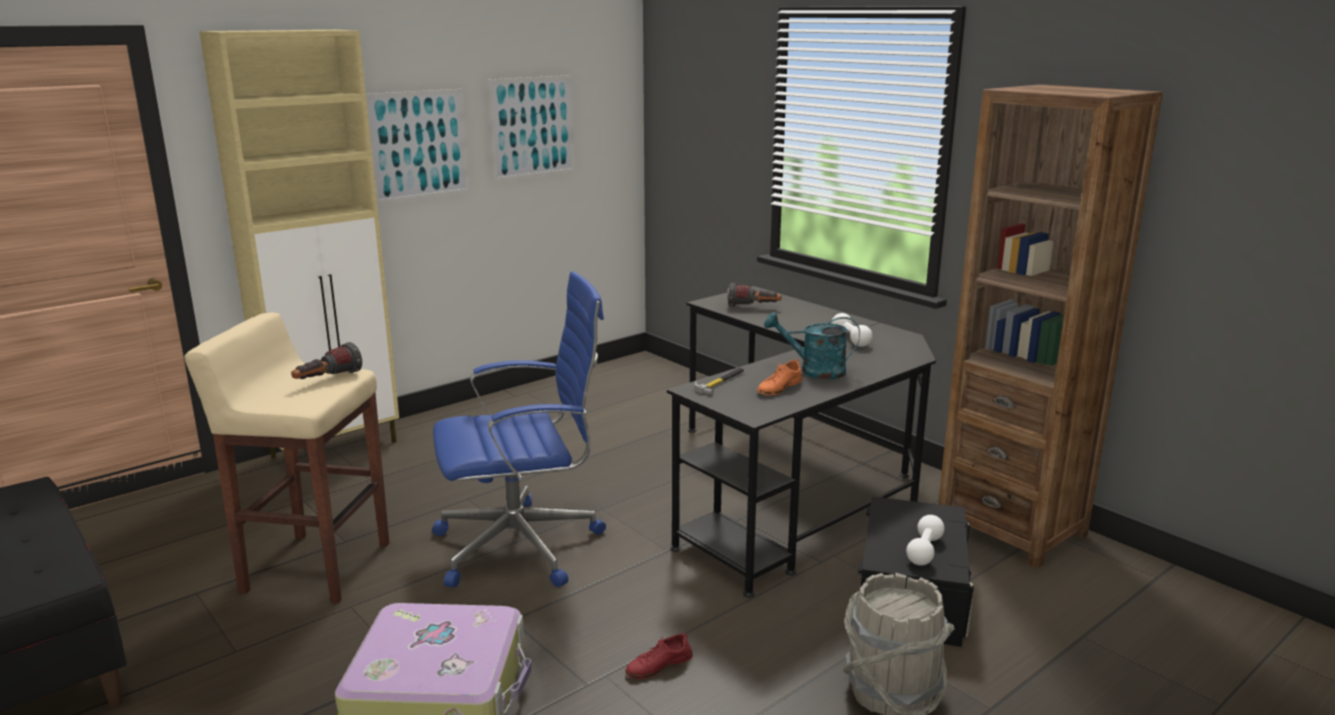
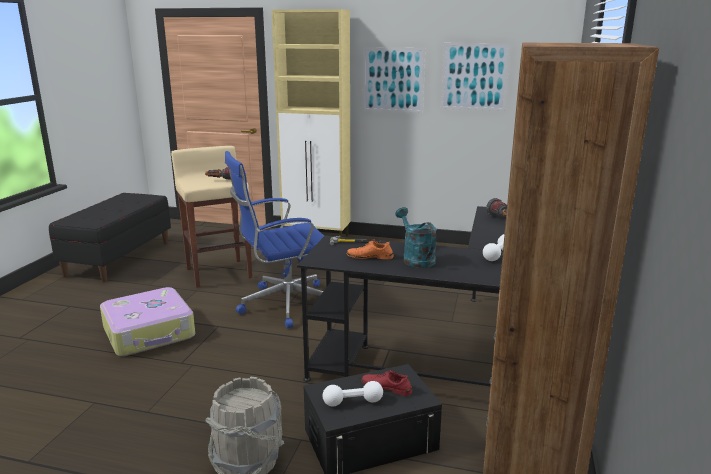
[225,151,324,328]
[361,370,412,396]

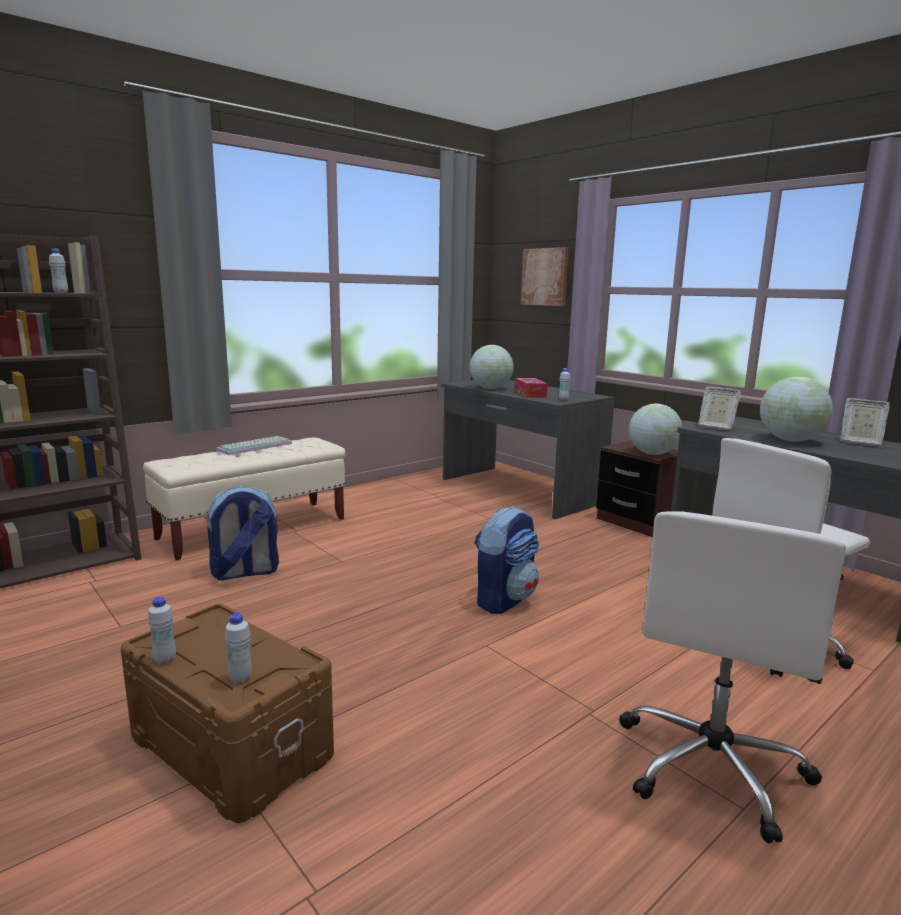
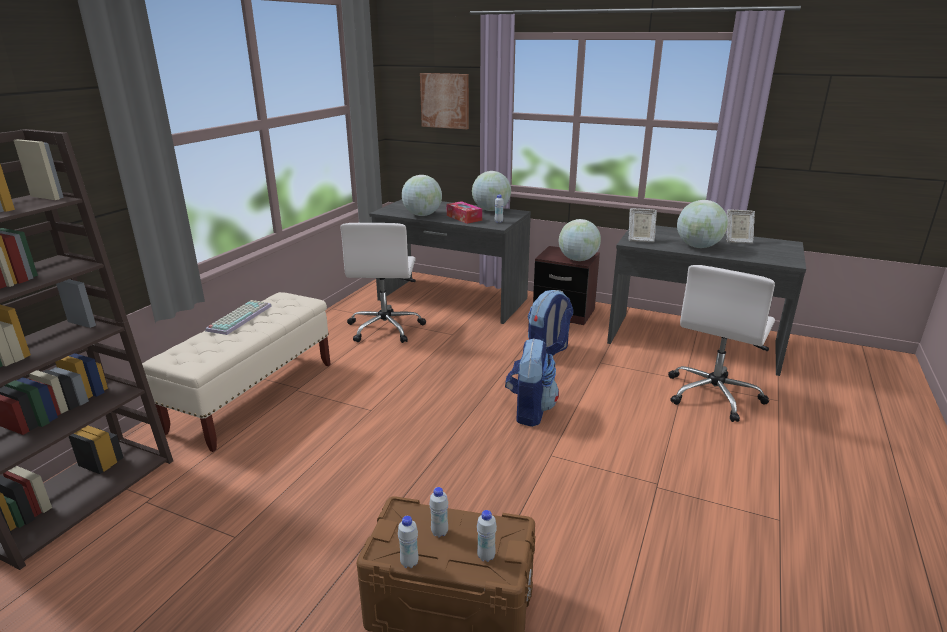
[340,223,426,343]
[429,487,448,537]
[472,171,511,211]
[528,290,573,356]

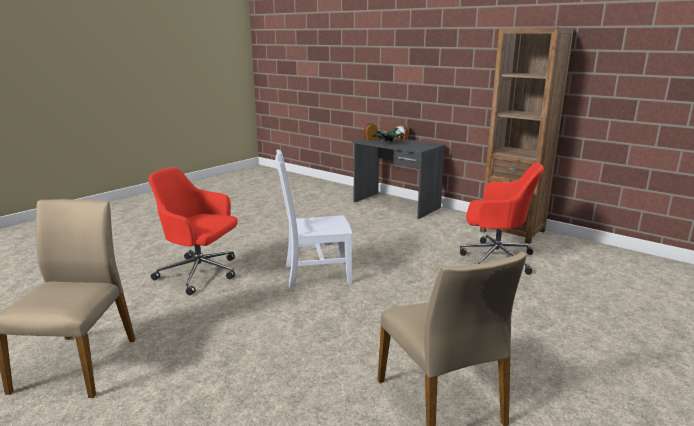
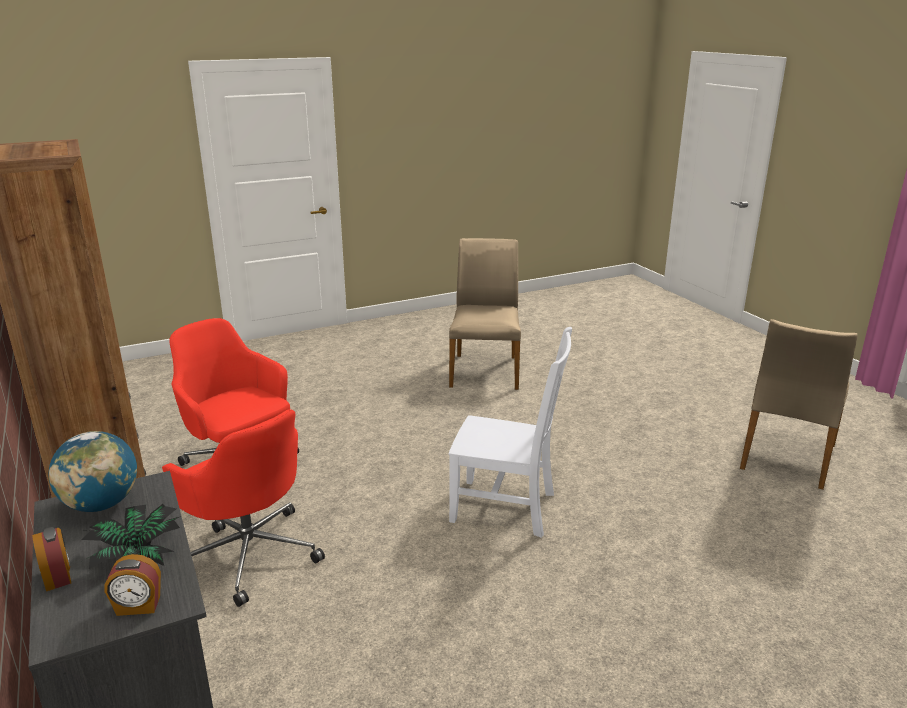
[49,431,137,512]
[162,409,325,607]

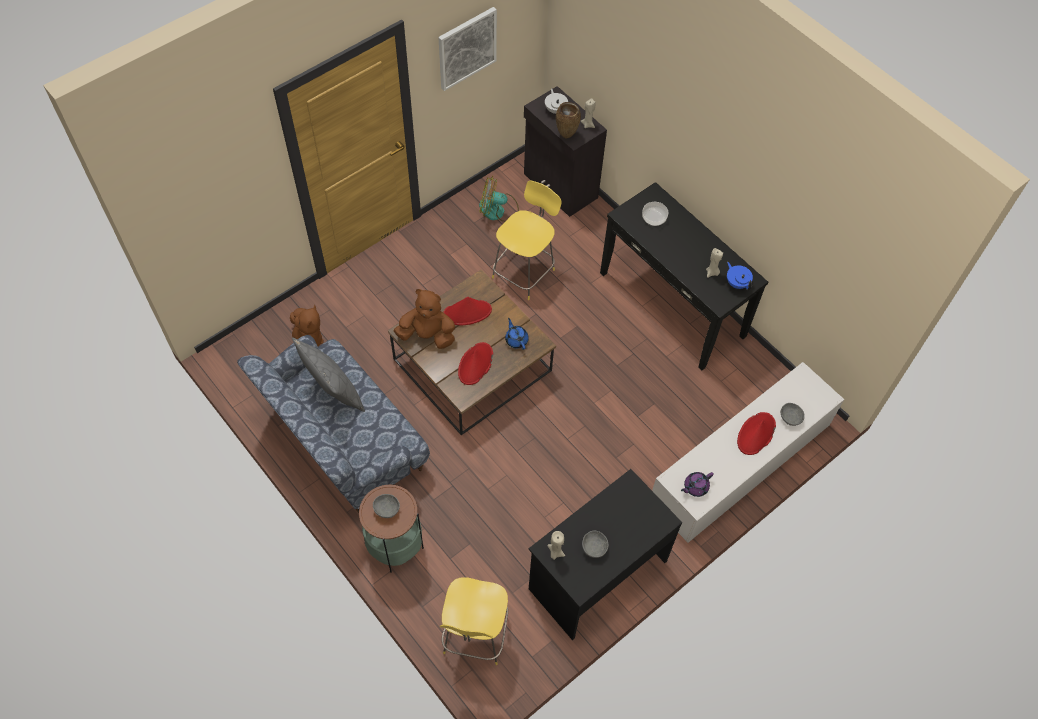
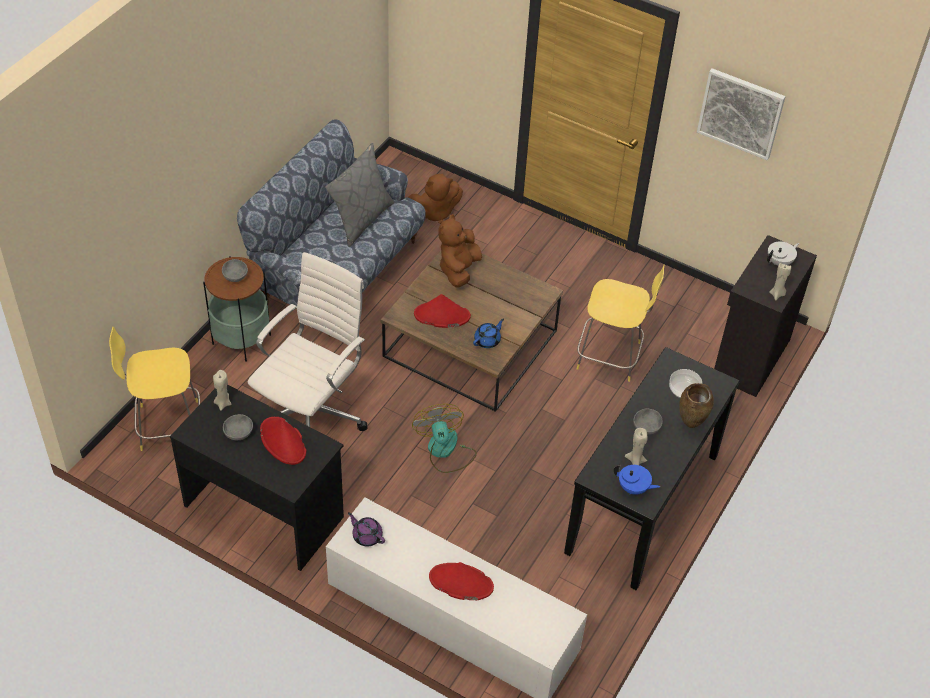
[248,252,367,431]
[260,417,306,465]
[412,404,477,473]
[438,214,482,287]
[614,464,660,495]
[633,408,663,435]
[679,383,714,428]

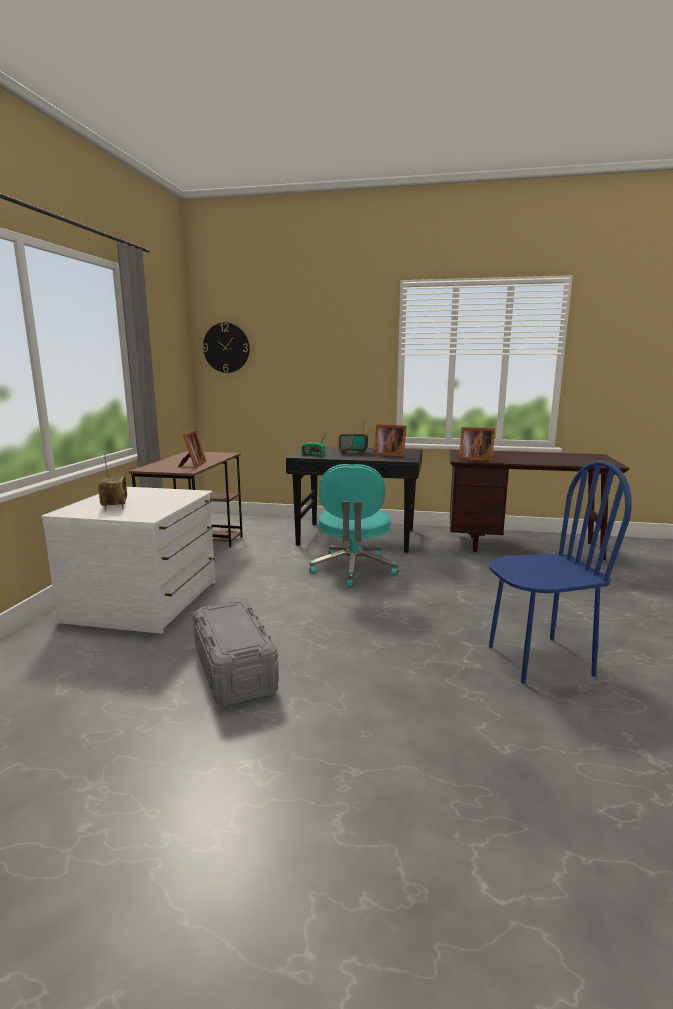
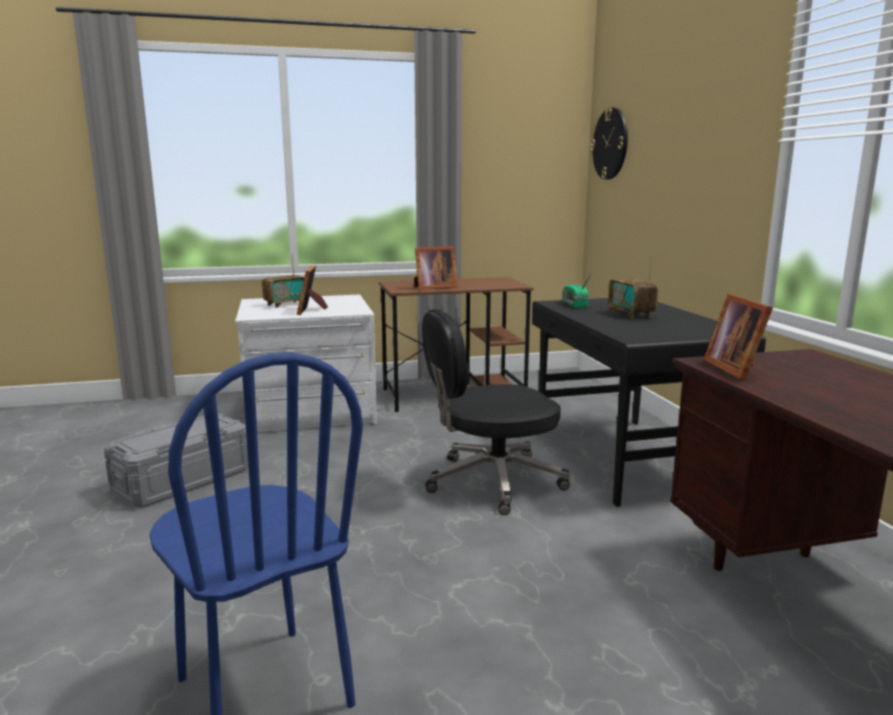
[297,265,328,315]
[422,309,570,515]

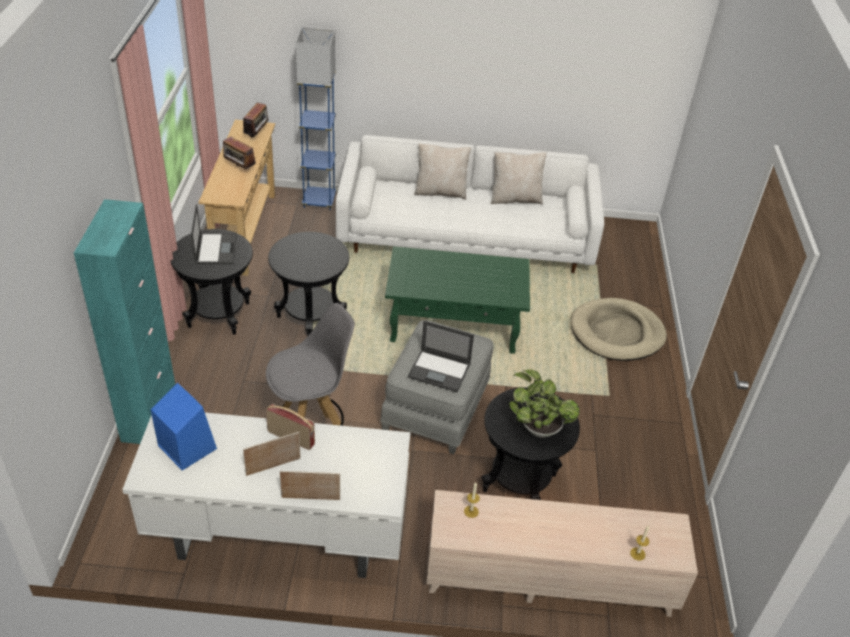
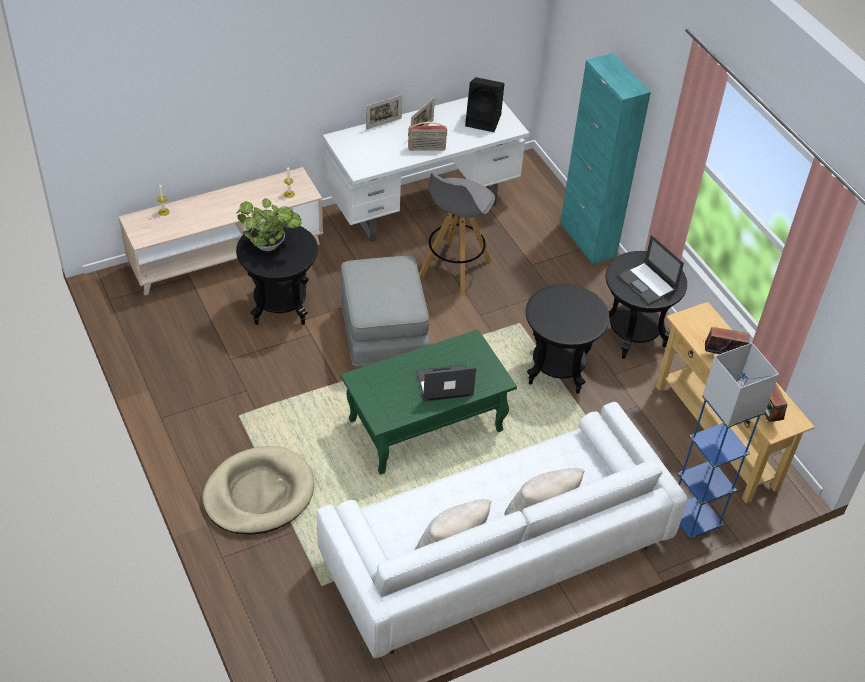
[416,364,476,402]
[465,77,504,132]

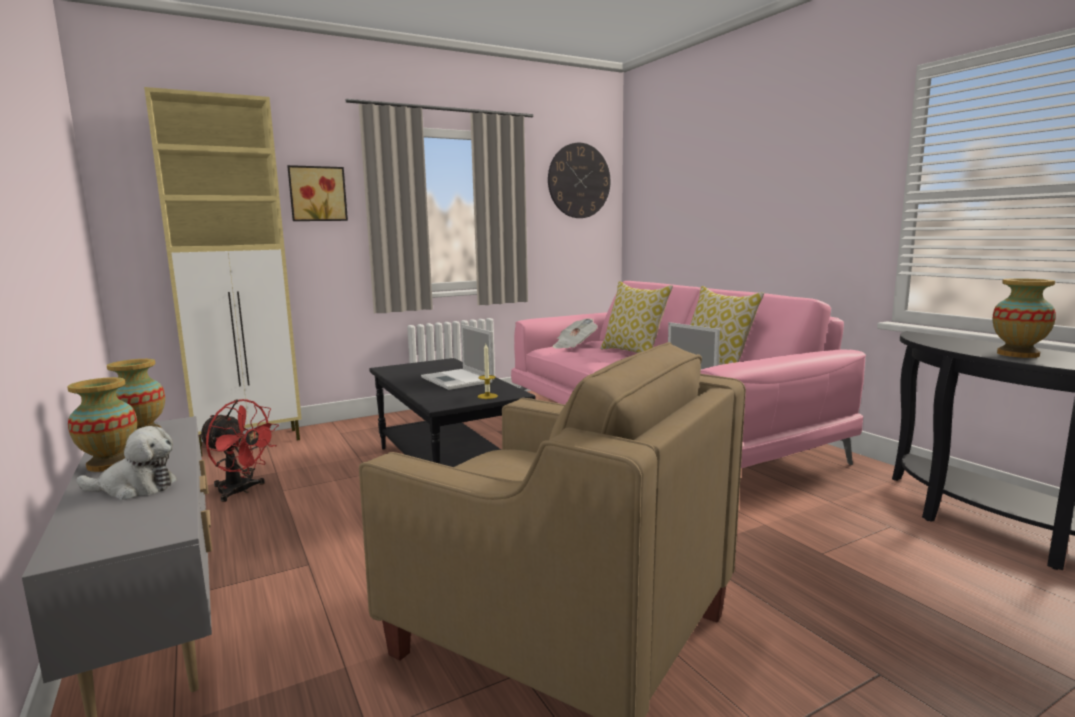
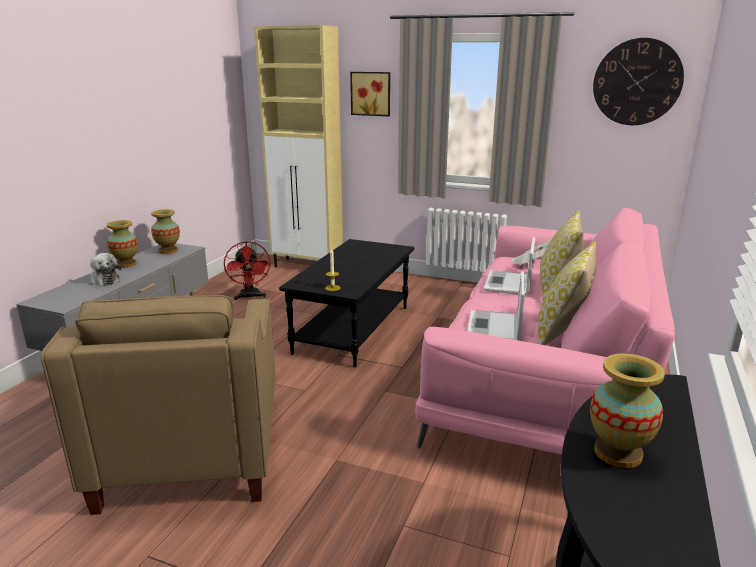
[484,237,535,295]

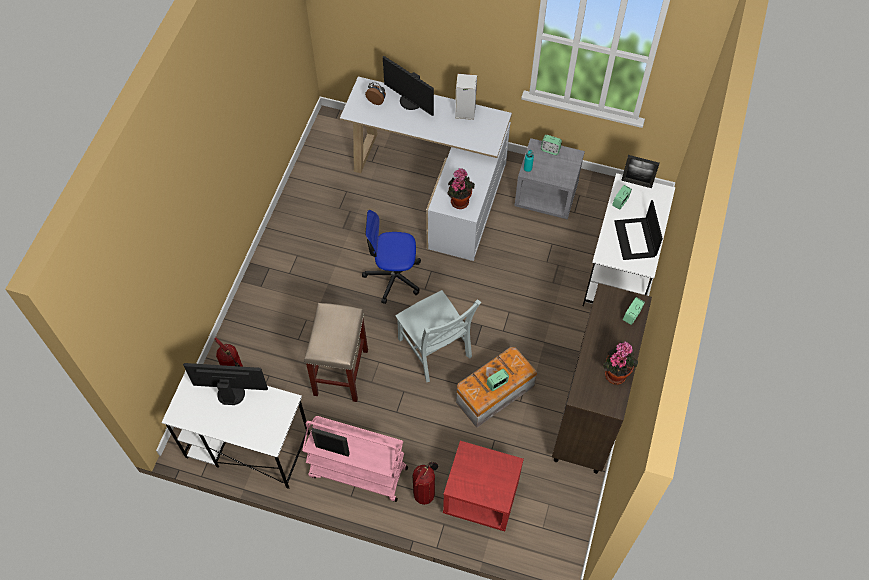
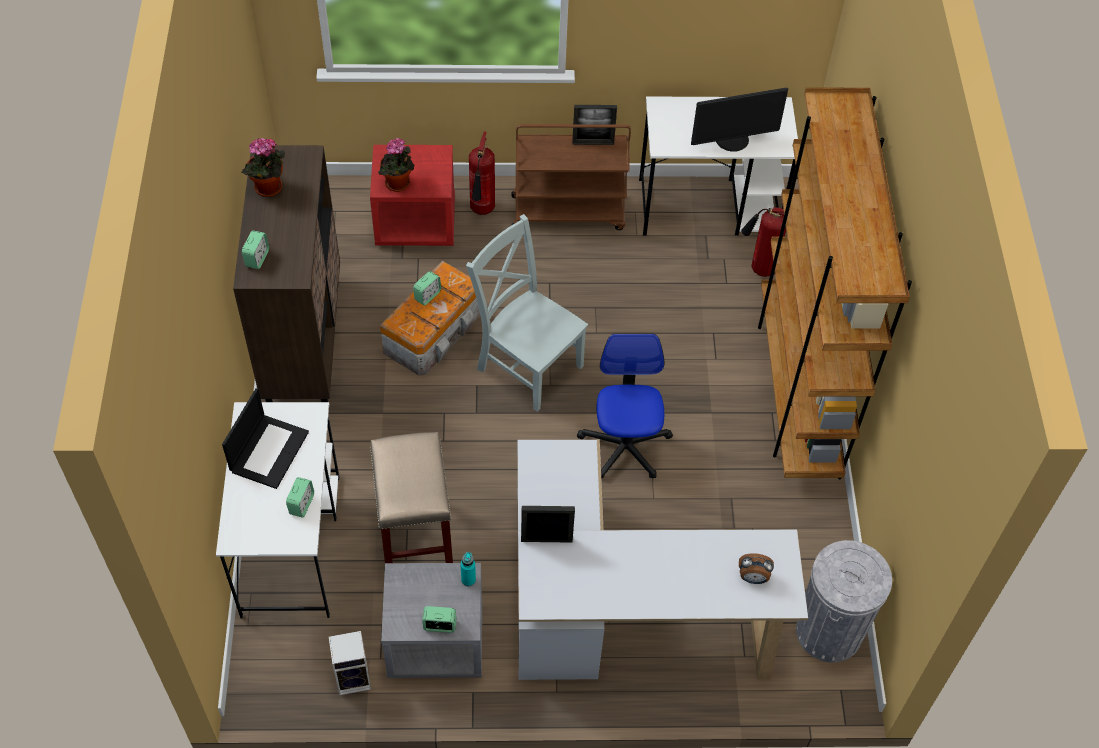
[222,388,309,489]
[329,631,371,695]
[370,432,453,563]
[378,138,414,192]
[512,124,631,230]
[521,506,575,543]
[577,334,673,478]
[758,87,912,479]
[796,540,892,662]
[383,56,434,116] (first image)

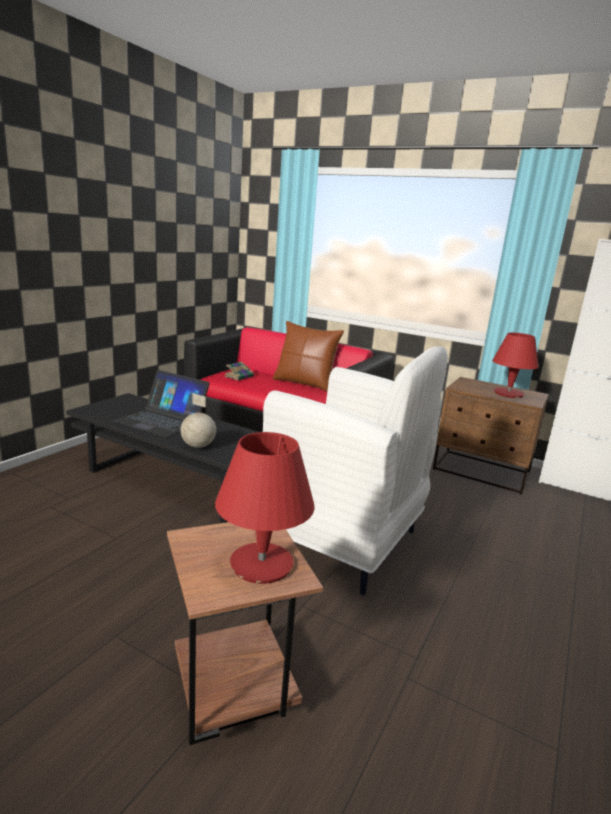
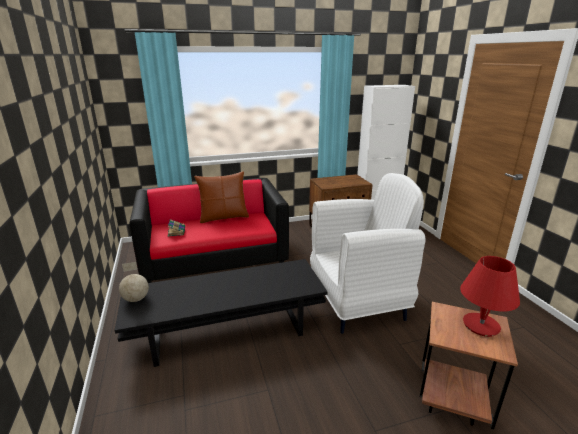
[119,262,149,302]
[113,370,210,437] (first image)
[492,332,539,398] (first image)

